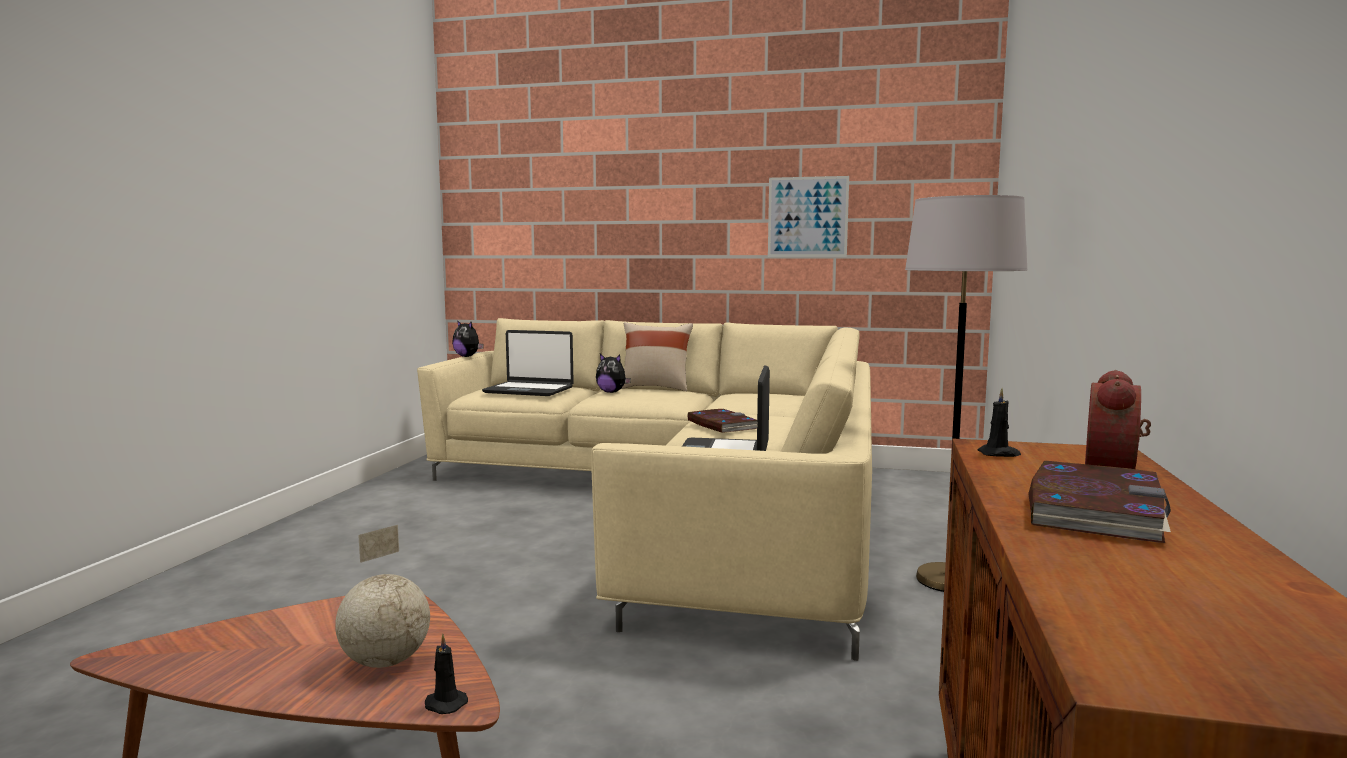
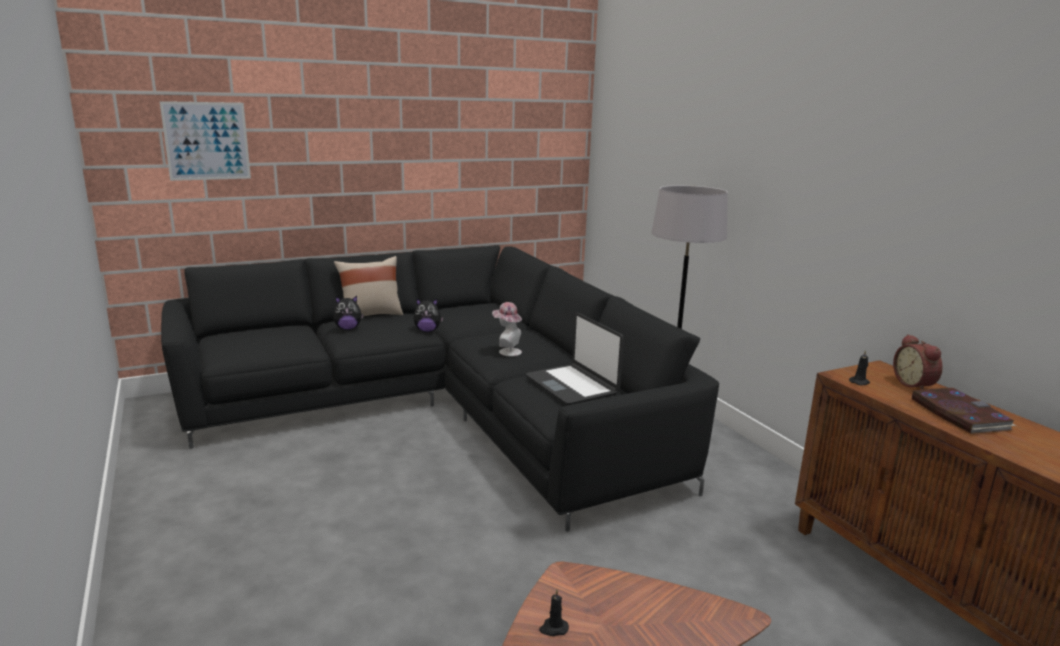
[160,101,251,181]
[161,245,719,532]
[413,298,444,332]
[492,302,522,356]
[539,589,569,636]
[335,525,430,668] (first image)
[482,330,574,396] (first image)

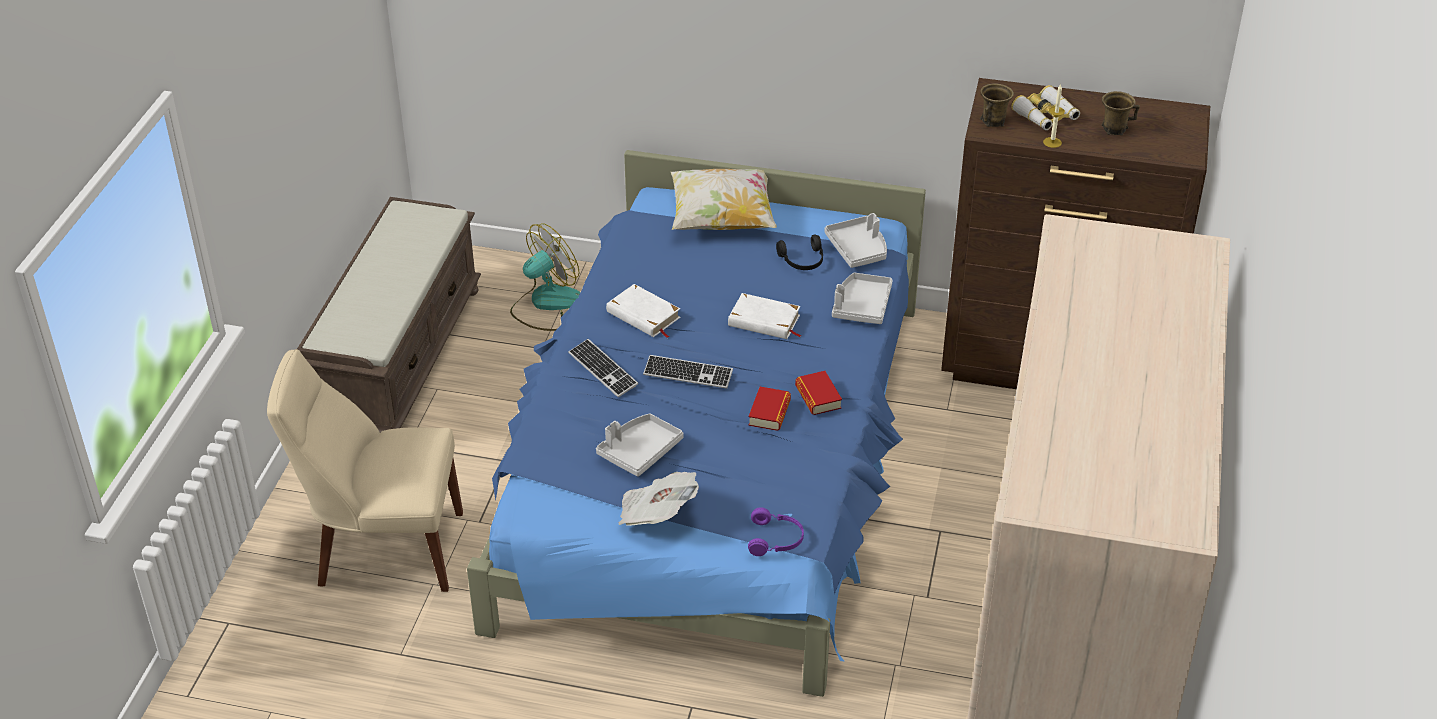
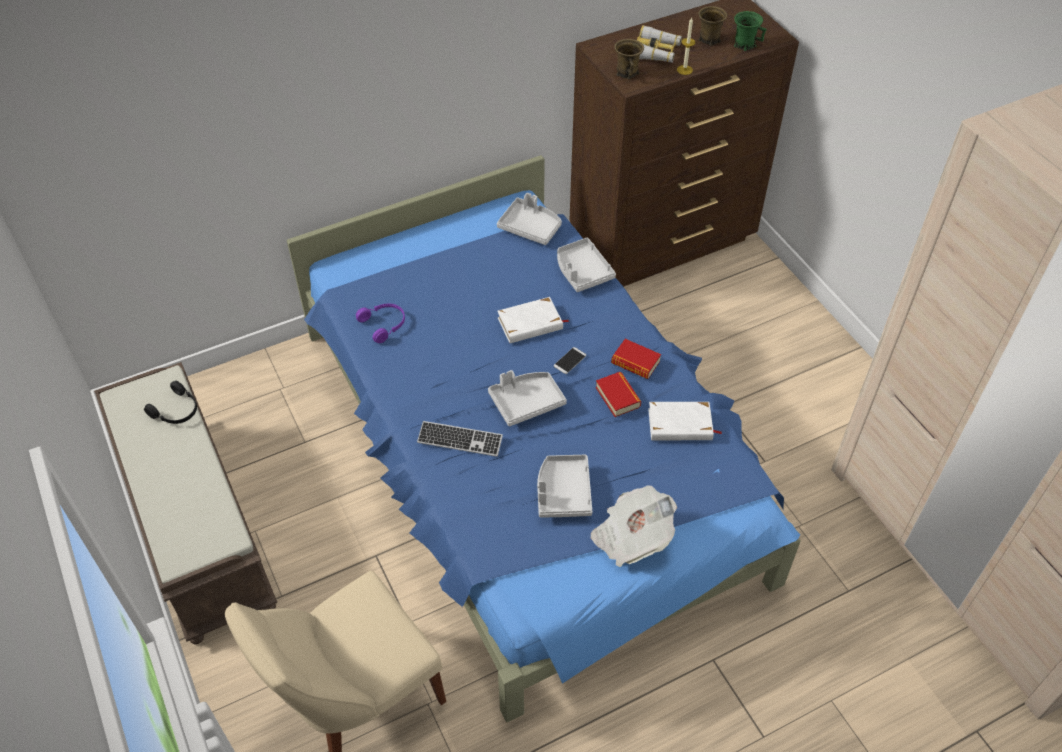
[144,381,197,424]
[356,304,405,343]
[488,370,567,426]
[554,347,586,374]
[648,402,722,440]
[734,11,767,51]
[510,224,580,331] (first image)
[671,169,777,230] (first image)

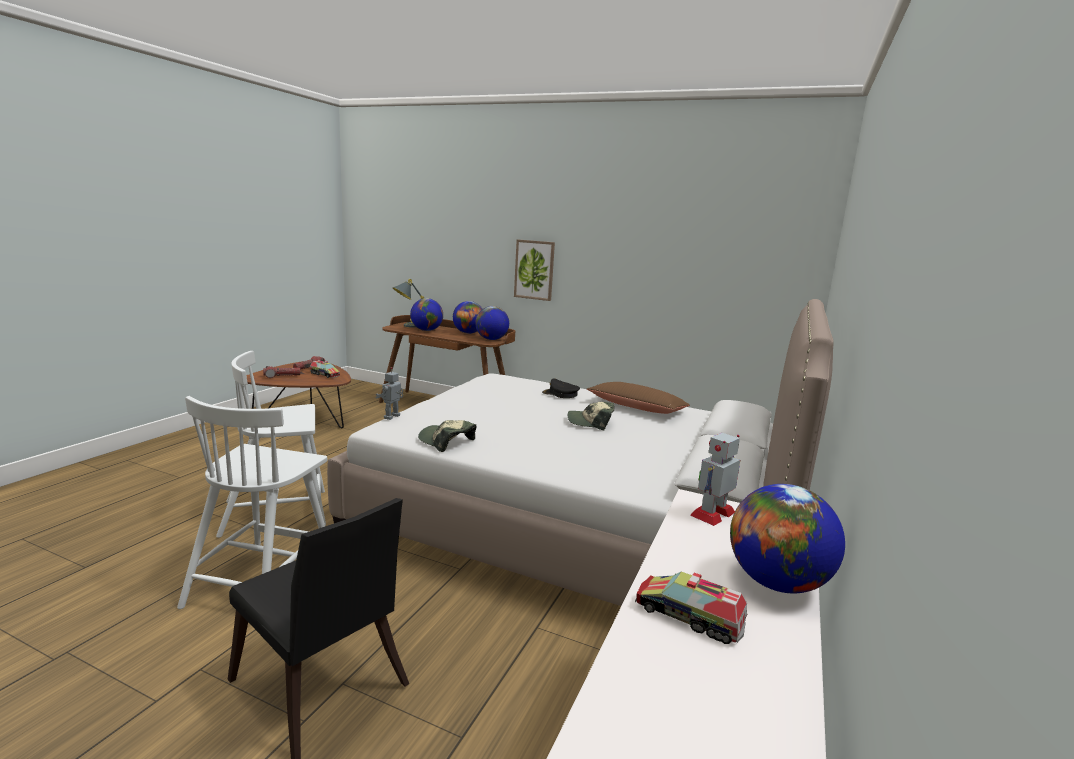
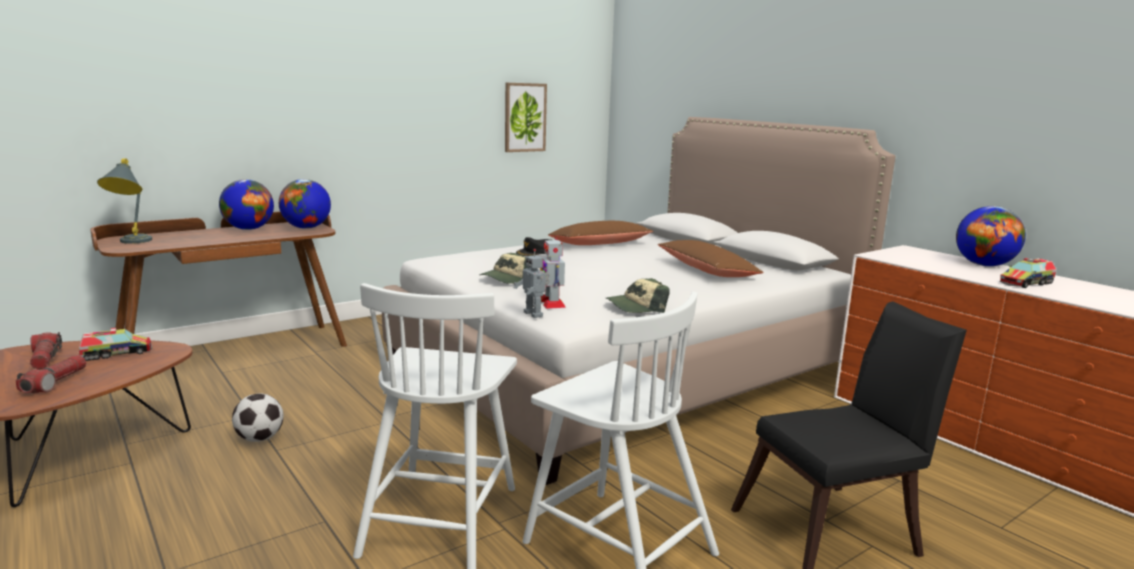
[232,394,284,442]
[480,253,529,284]
[505,83,547,152]
[540,238,566,309]
[658,240,764,277]
[410,298,443,331] (first image)

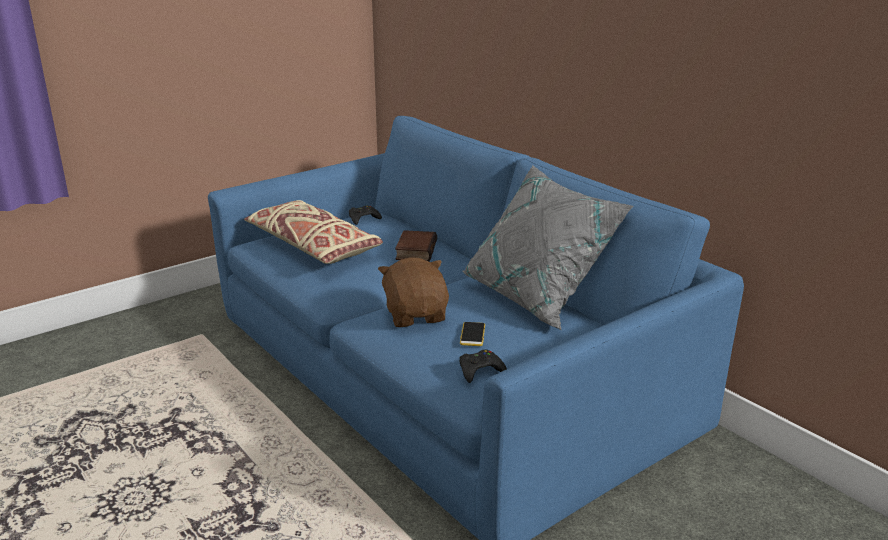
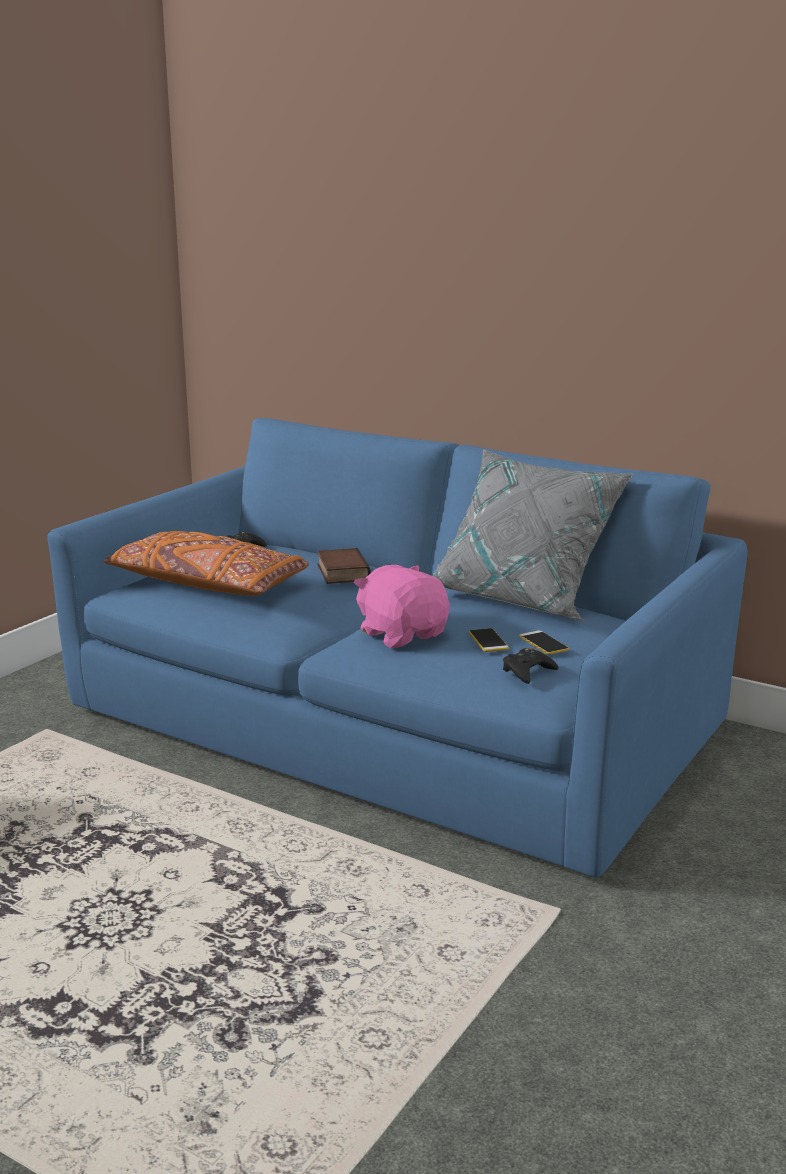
[103,531,309,596]
[353,565,450,648]
[519,630,569,655]

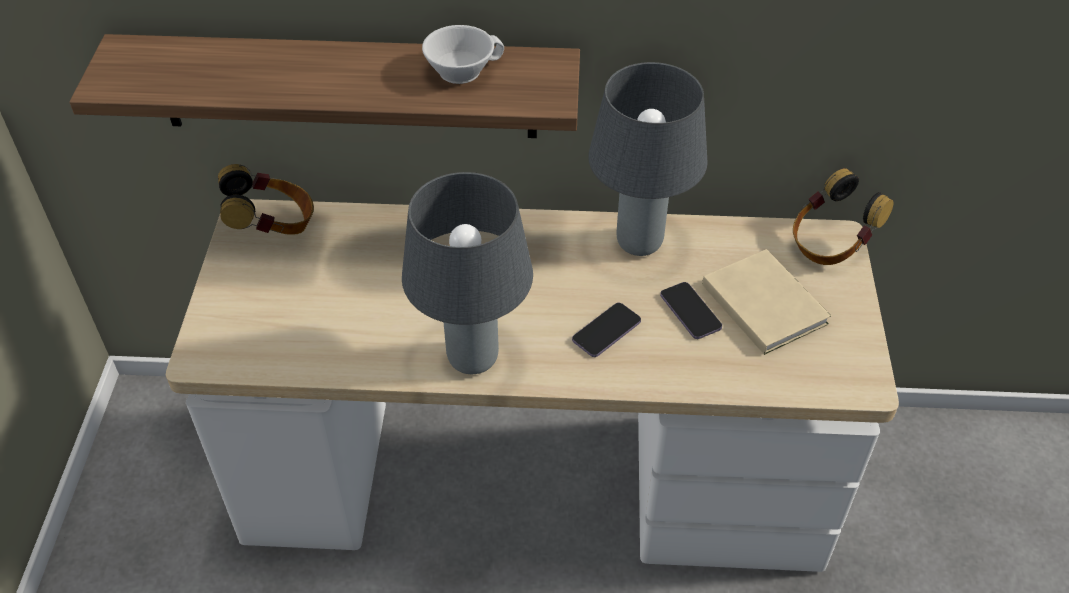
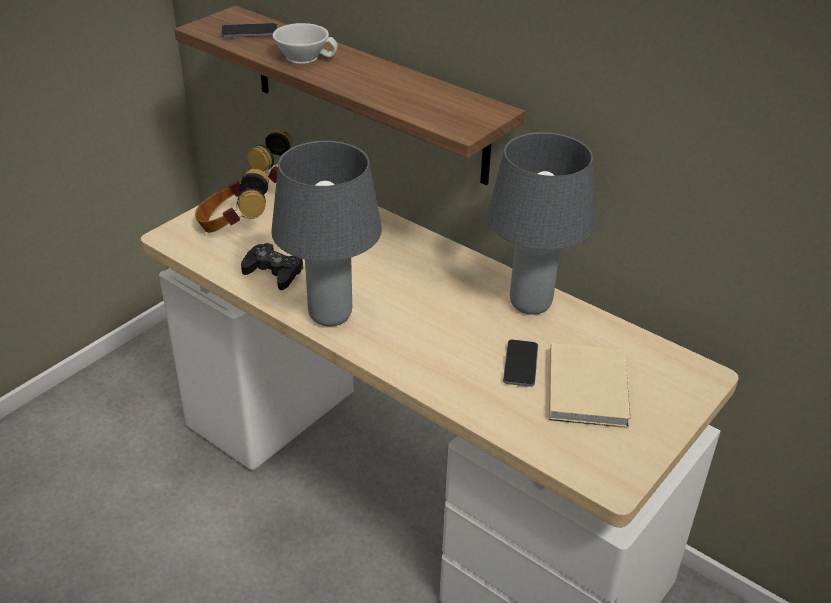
[195,169,269,233]
[221,23,277,38]
[241,243,303,290]
[273,23,338,64]

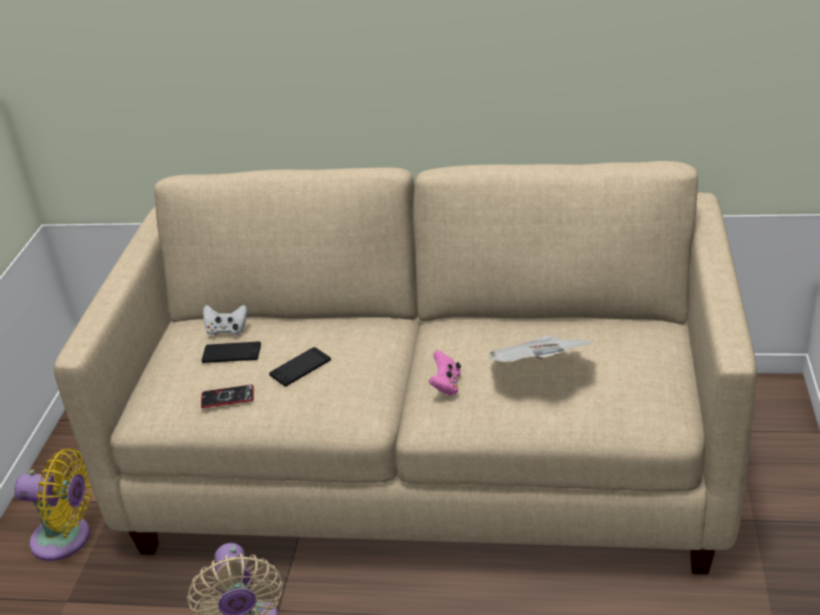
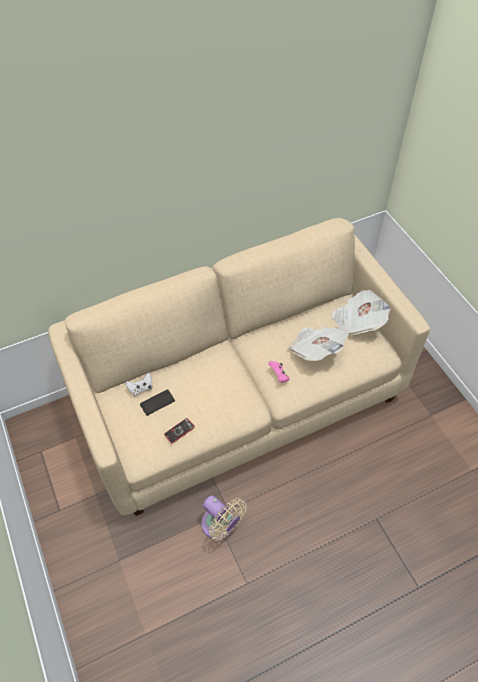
[331,289,391,335]
[14,448,92,561] (first image)
[269,347,331,386] (first image)

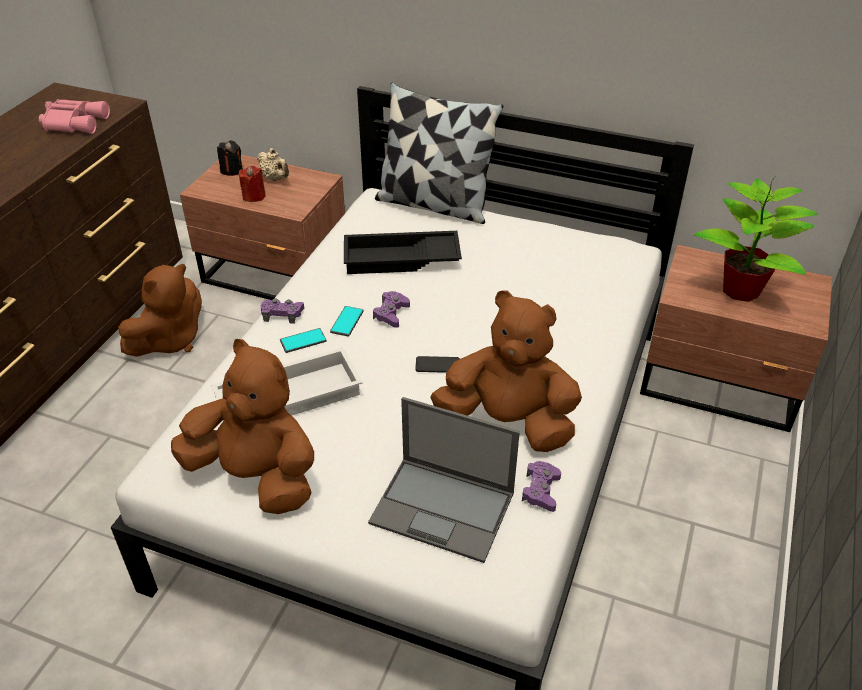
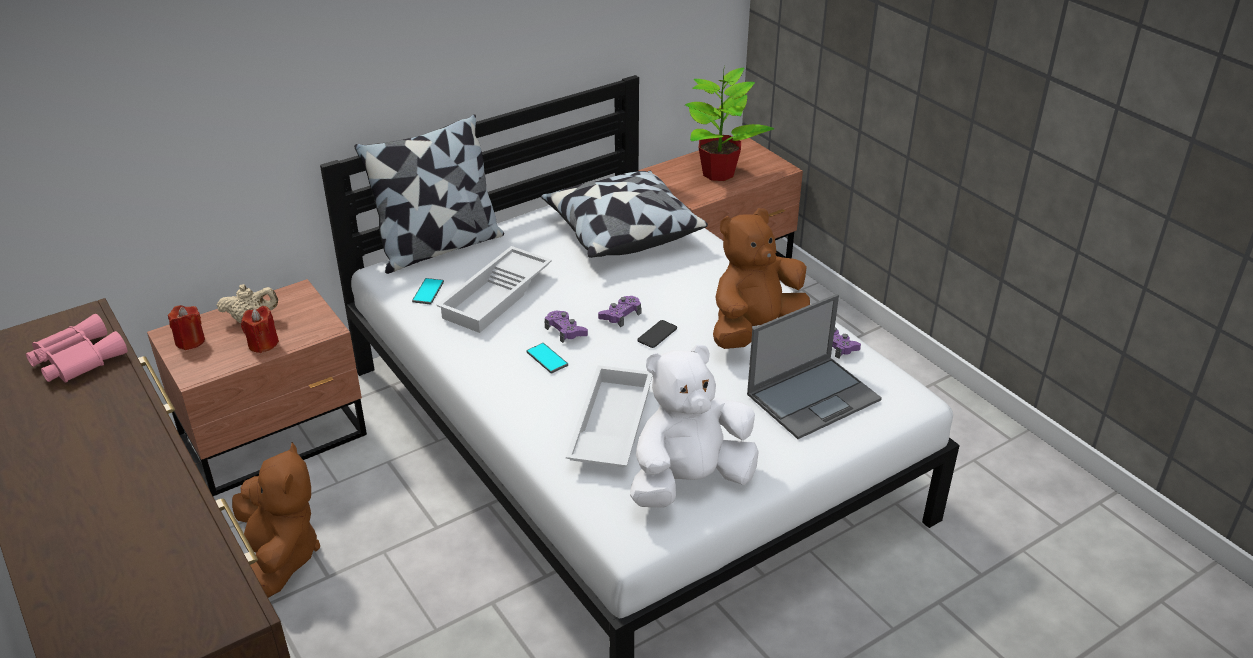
[168,305,205,350]
[412,278,444,304]
[437,246,552,333]
[541,171,708,258]
[598,296,641,328]
[630,344,759,508]

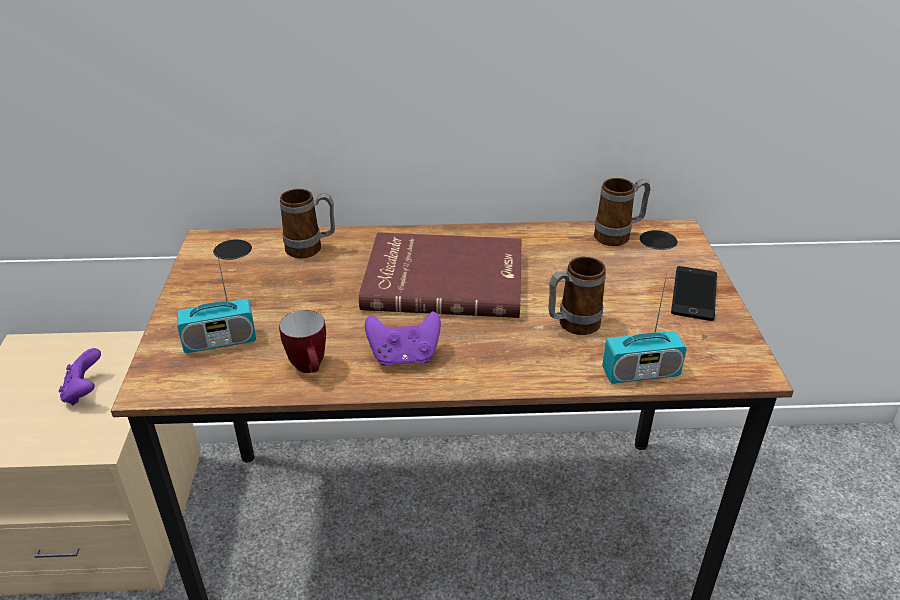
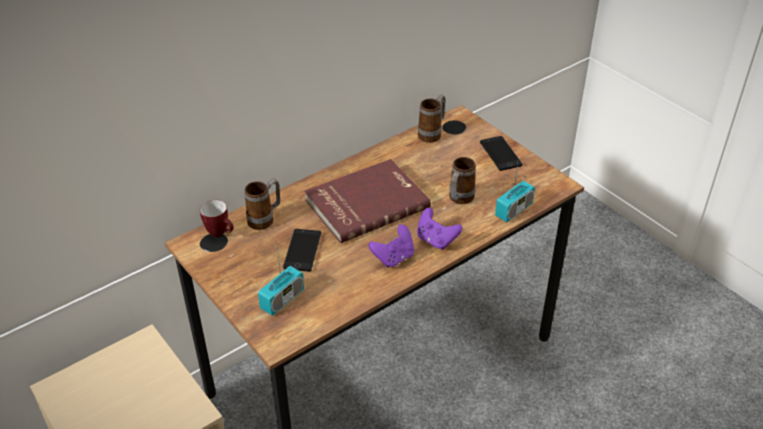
[200,200,234,237]
[283,229,321,271]
[417,208,462,250]

